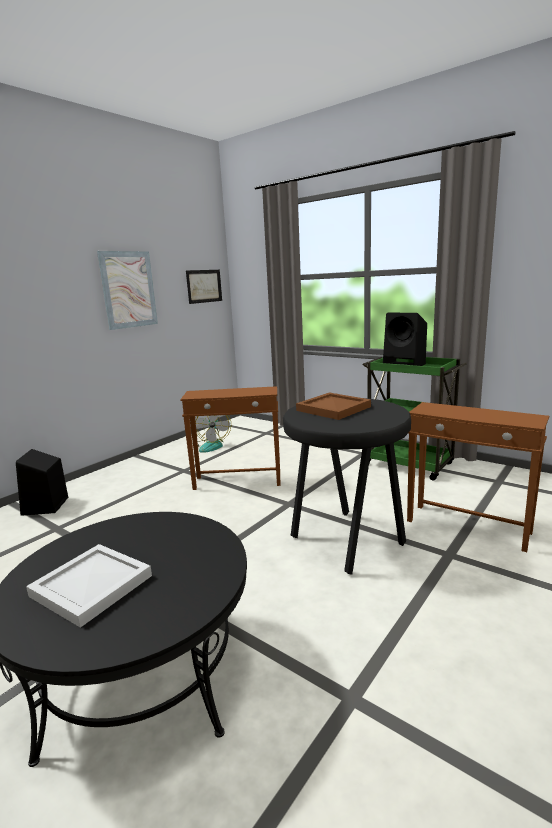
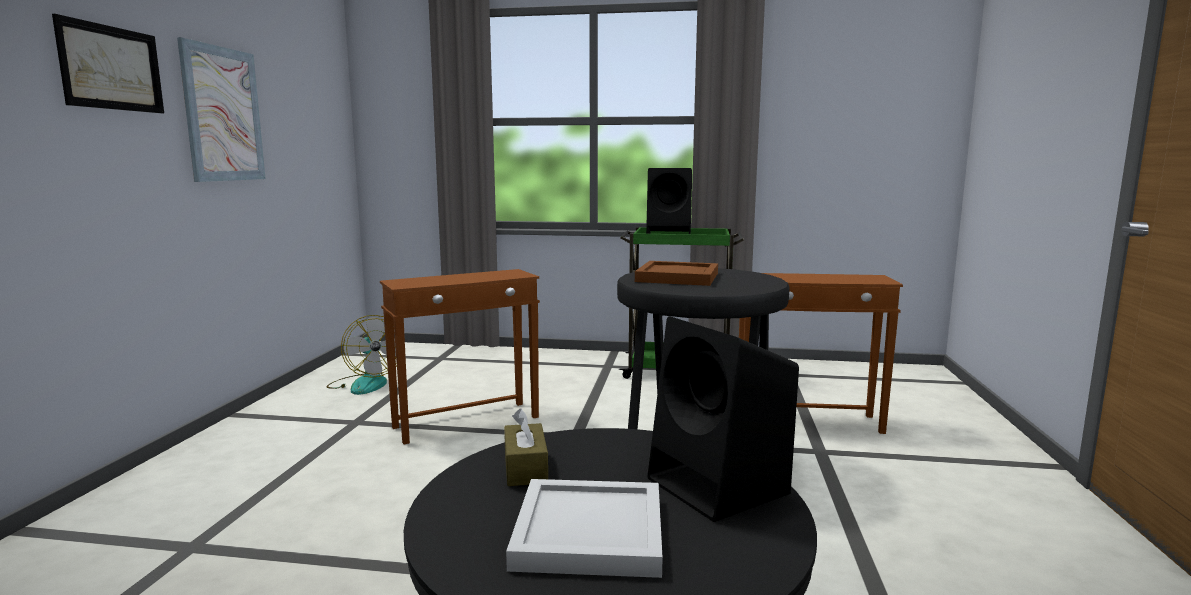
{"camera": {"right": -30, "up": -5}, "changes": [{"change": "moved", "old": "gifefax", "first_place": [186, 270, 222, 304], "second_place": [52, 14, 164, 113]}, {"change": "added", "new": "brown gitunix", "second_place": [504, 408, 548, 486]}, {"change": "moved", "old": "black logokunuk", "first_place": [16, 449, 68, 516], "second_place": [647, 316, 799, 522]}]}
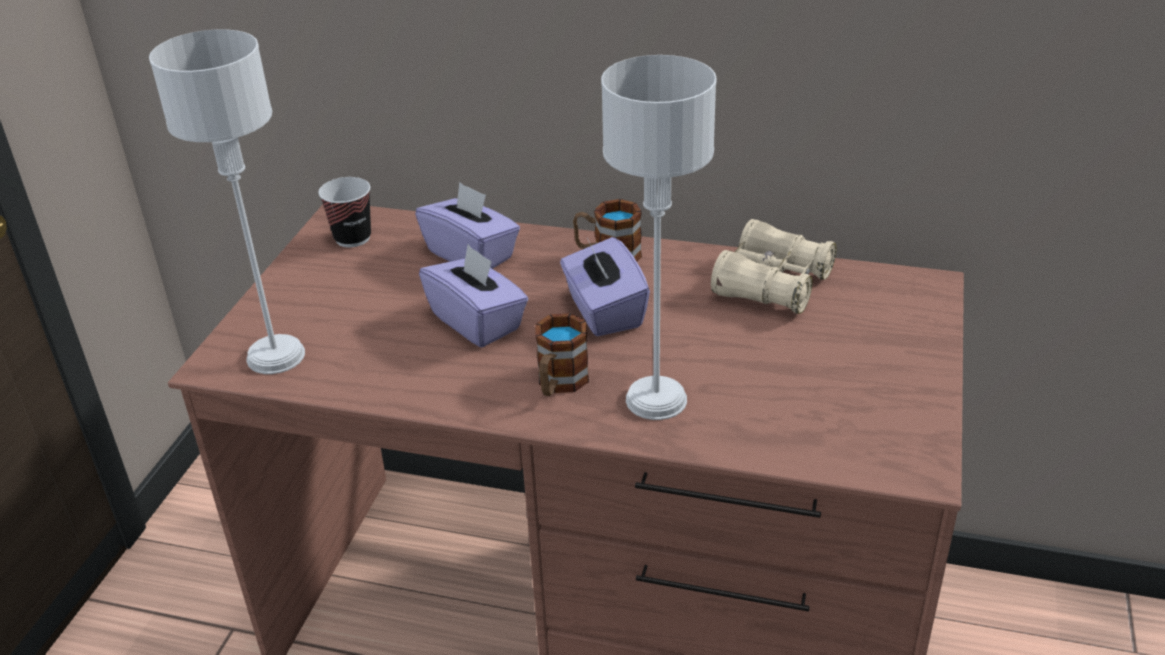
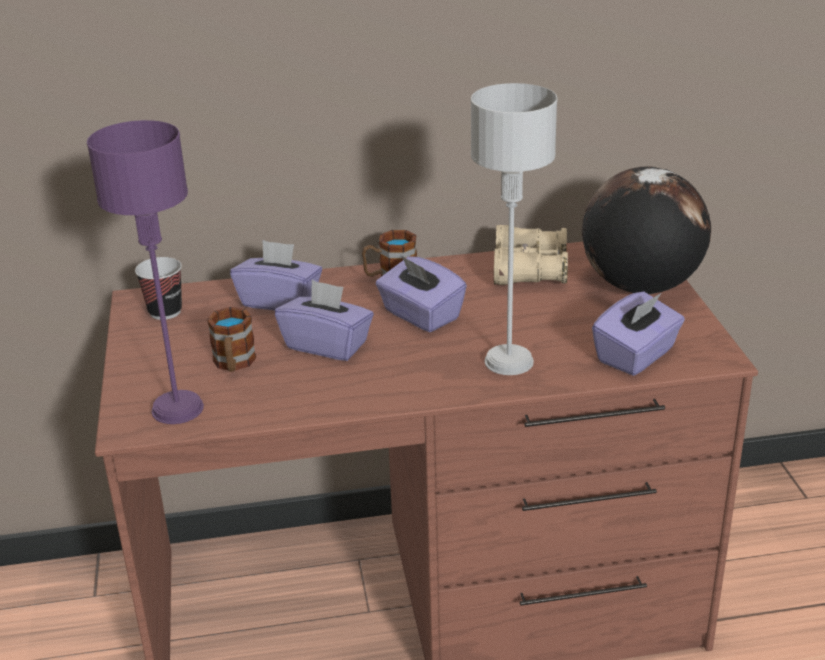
{"camera": {"right": -25, "up": -5}, "changes": [{"change": "recoloured", "old": "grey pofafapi", "new": "purple pofafapi", "first_place": [149, 29, 305, 374], "second_place": [87, 120, 204, 424]}, {"change": "moved", "old": "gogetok", "first_place": [535, 313, 589, 396], "second_place": [207, 307, 256, 372]}, {"change": "added", "new": "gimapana", "second_place": [582, 166, 711, 294]}, {"change": "added", "new": "purple gitunix", "second_place": [592, 291, 685, 376]}]}
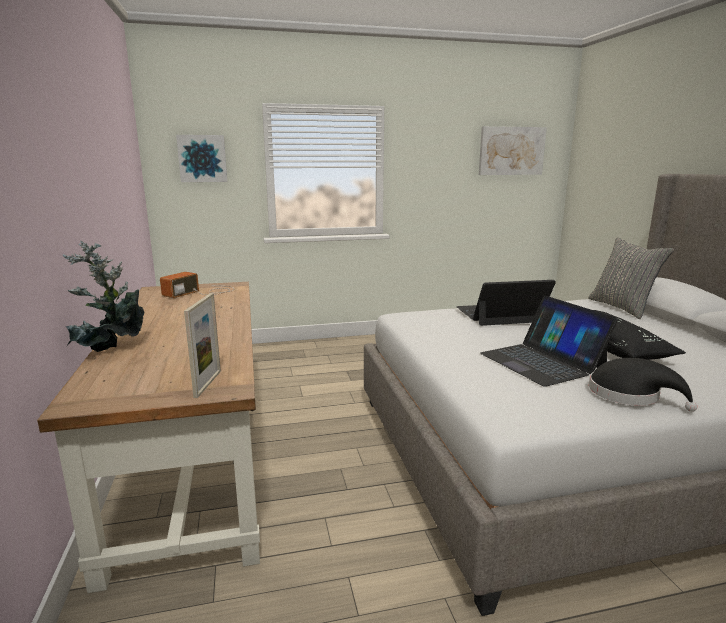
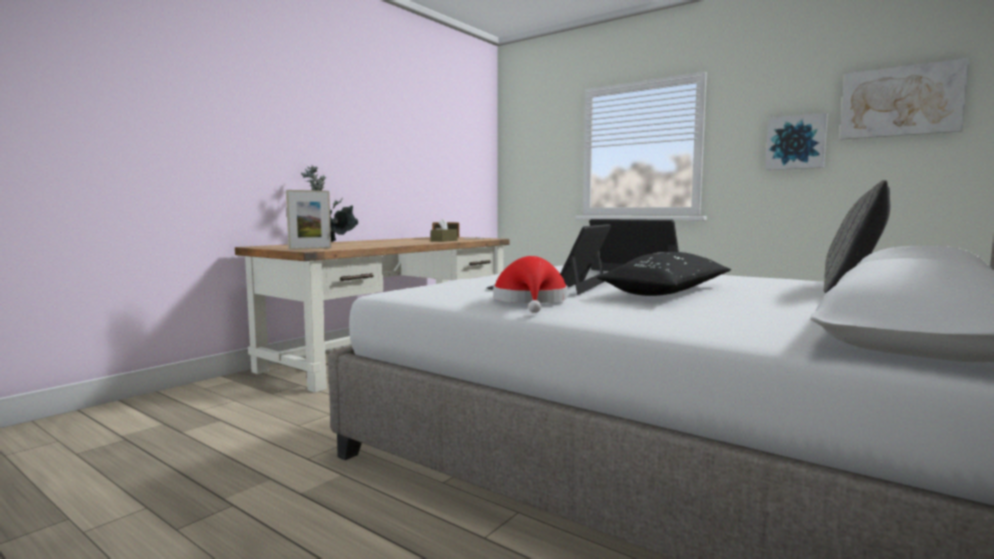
{"camera": {"right": 50, "up": -10}, "changes": [{"change": "added", "new": "brown gitunix", "second_place": [431, 219, 457, 242]}, {"change": "recoloured", "old": "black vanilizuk", "new": "red vanilizuk", "first_place": [589, 358, 697, 412], "second_place": [493, 256, 568, 313]}, {"change": "moved", "old": "gifefax", "first_place": [176, 135, 228, 182], "second_place": [765, 113, 828, 170]}]}
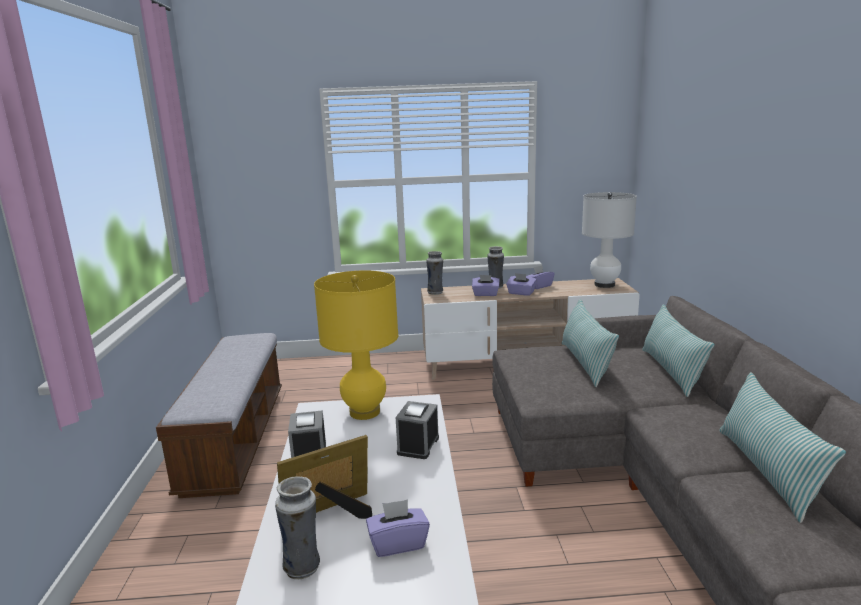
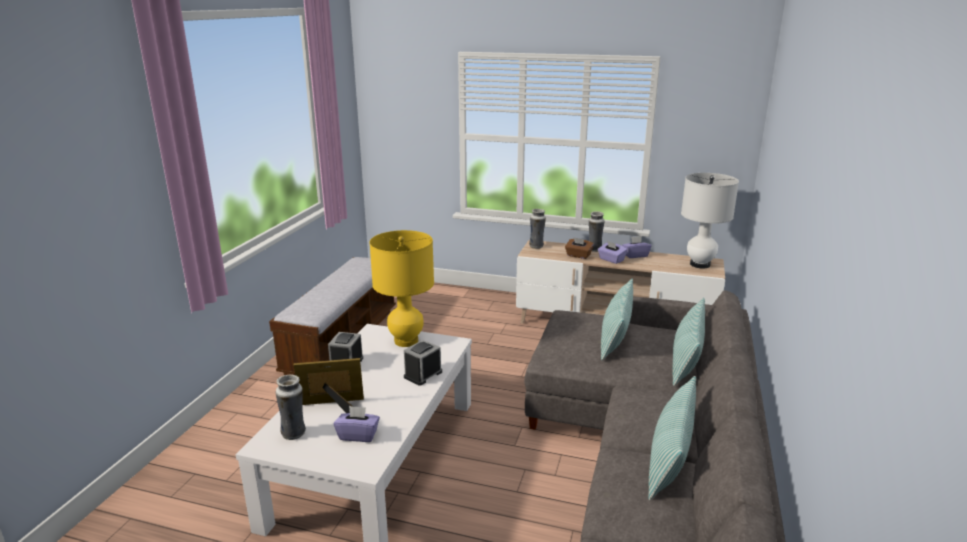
{"camera": {"right": 20, "up": 5}, "changes": [{"change": "recoloured", "old": "purple gitunix", "new": "brown gitunix", "first_place": [472, 275, 500, 296], "second_place": [565, 237, 594, 259]}]}
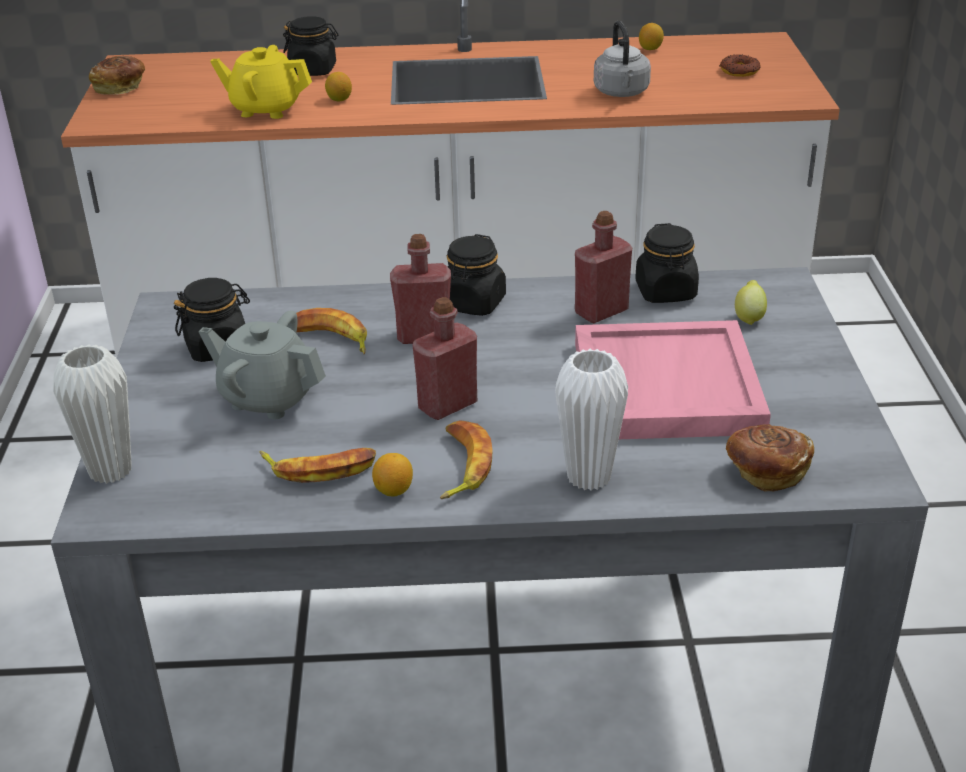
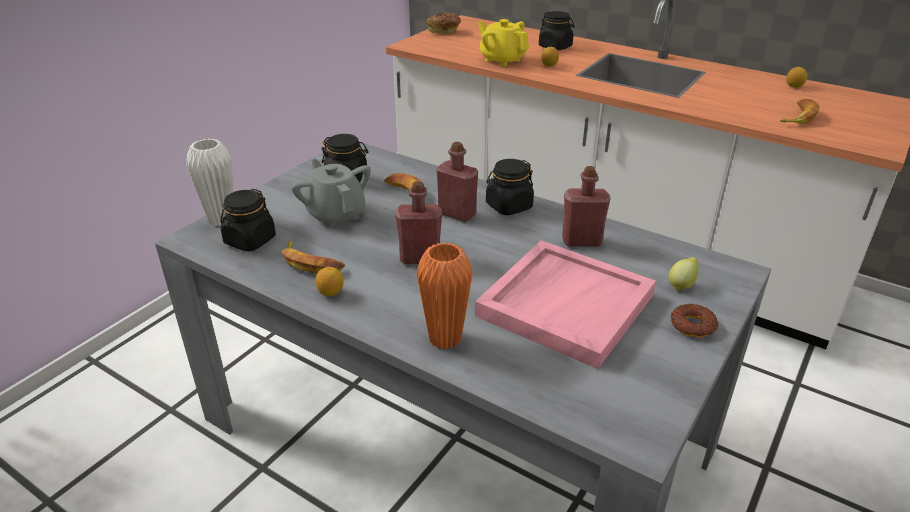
{"camera": {"right": 35, "up": 0}, "changes": [{"change": "moved", "old": "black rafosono", "first_place": [635, 223, 699, 303], "second_place": [220, 189, 276, 252]}, {"change": "recoloured", "old": "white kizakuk", "new": "orange kizakuk", "first_place": [555, 349, 628, 491], "second_place": [417, 243, 473, 349]}, {"change": "moved", "old": "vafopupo", "first_place": [719, 54, 761, 77], "second_place": [671, 304, 718, 338]}, {"change": "moved", "old": "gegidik", "first_place": [440, 420, 493, 499], "second_place": [780, 99, 820, 124]}, {"change": "removed", "old": "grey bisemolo", "first_place": [594, 21, 651, 97]}, {"change": "removed", "old": "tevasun", "first_place": [726, 424, 814, 492]}]}
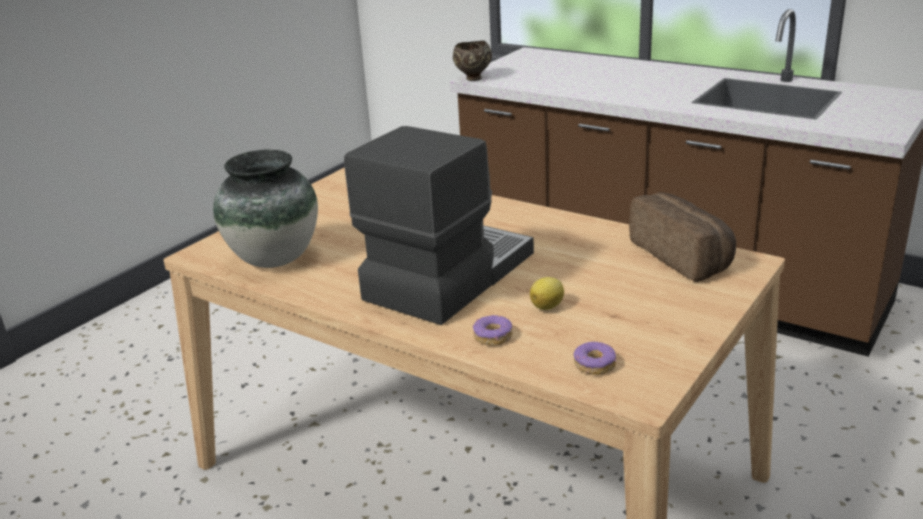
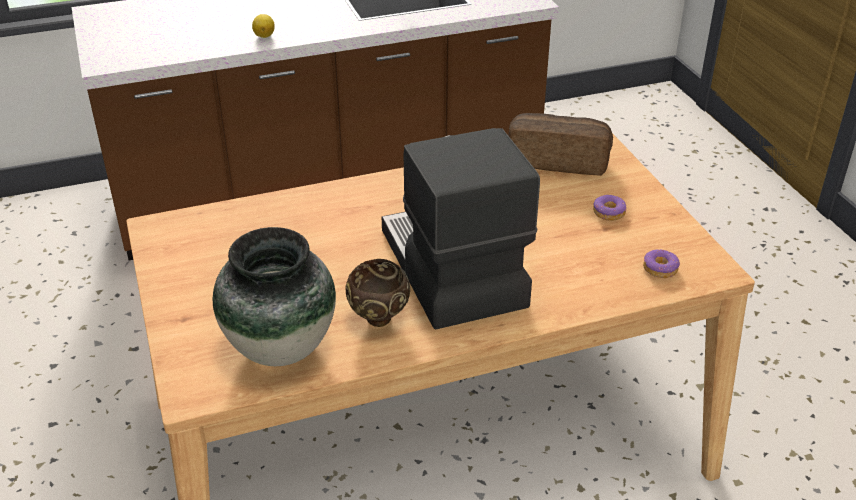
{"camera": {"right": -55, "up": 10}, "changes": [{"change": "moved", "old": "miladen", "first_place": [530, 277, 564, 310], "second_place": [252, 14, 275, 38]}, {"change": "moved", "old": "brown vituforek", "first_place": [453, 41, 492, 81], "second_place": [345, 259, 410, 327]}, {"change": "moved", "old": "vafopupo", "first_place": [473, 315, 512, 345], "second_place": [593, 195, 627, 221]}]}
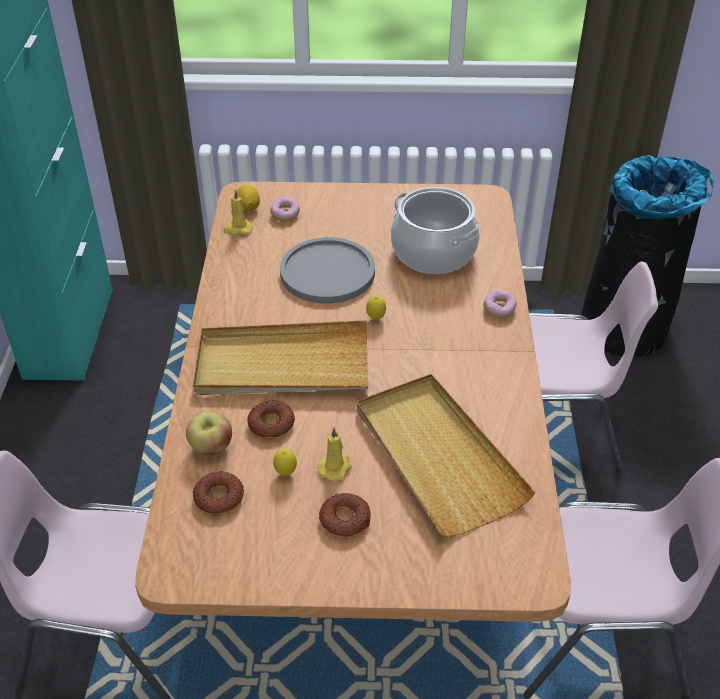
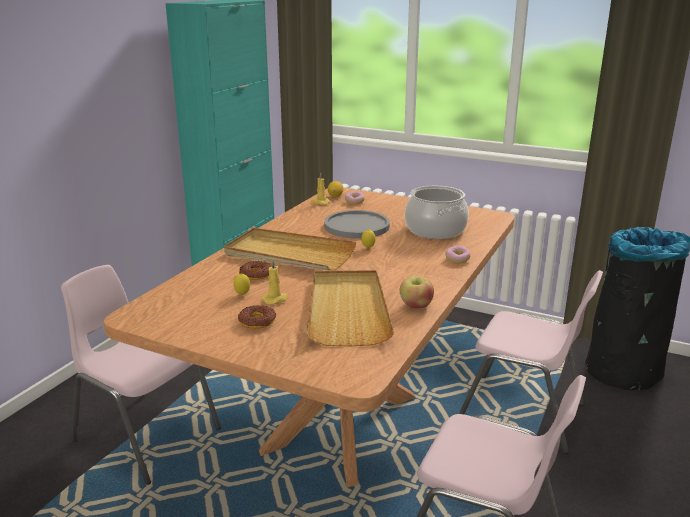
{"camera": {"right": 25, "up": -20}, "changes": [{"change": "moved", "old": "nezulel", "first_place": [186, 411, 232, 455], "second_place": [400, 276, 434, 309]}, {"change": "removed", "old": "vafopupo", "first_place": [193, 471, 244, 514]}]}
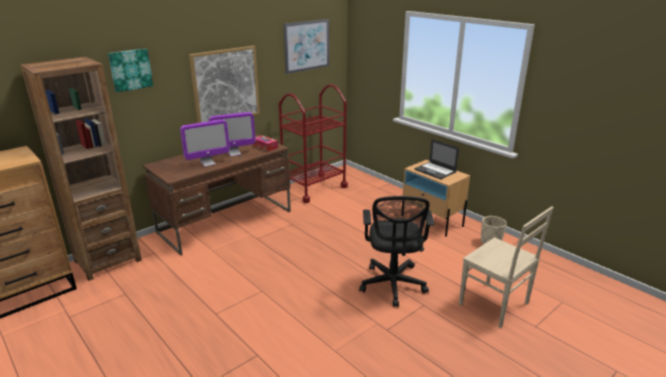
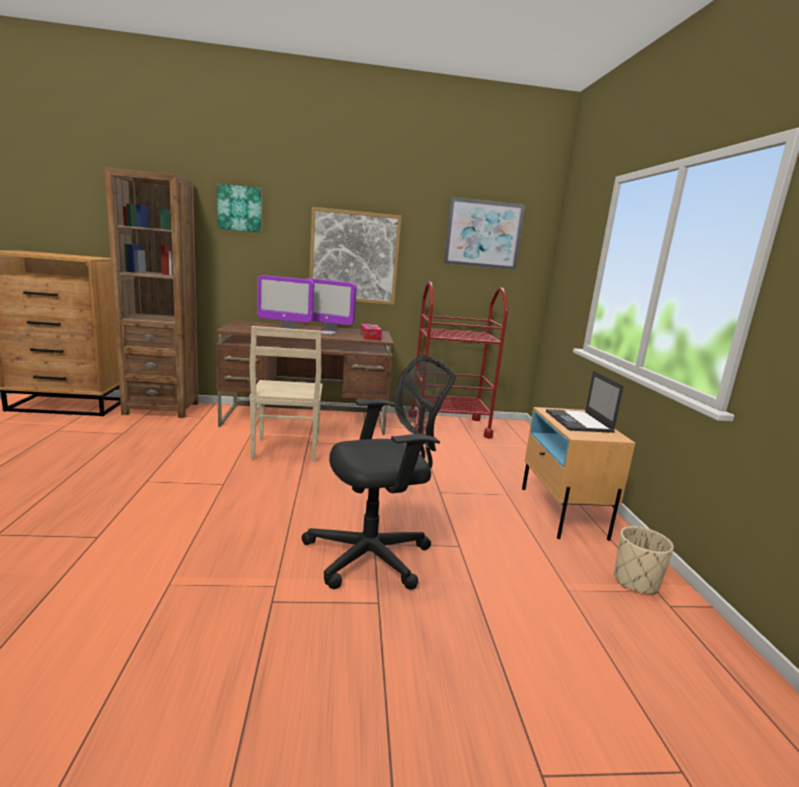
{"camera": {"right": 35, "up": -10}, "changes": [{"change": "moved", "old": "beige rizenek", "first_place": [459, 206, 554, 328], "second_place": [249, 326, 323, 462]}, {"change": "turned", "old": "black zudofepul", "first_place": [359, 196, 434, 307], "second_place": [302, 355, 456, 590], "degrees": -150}]}
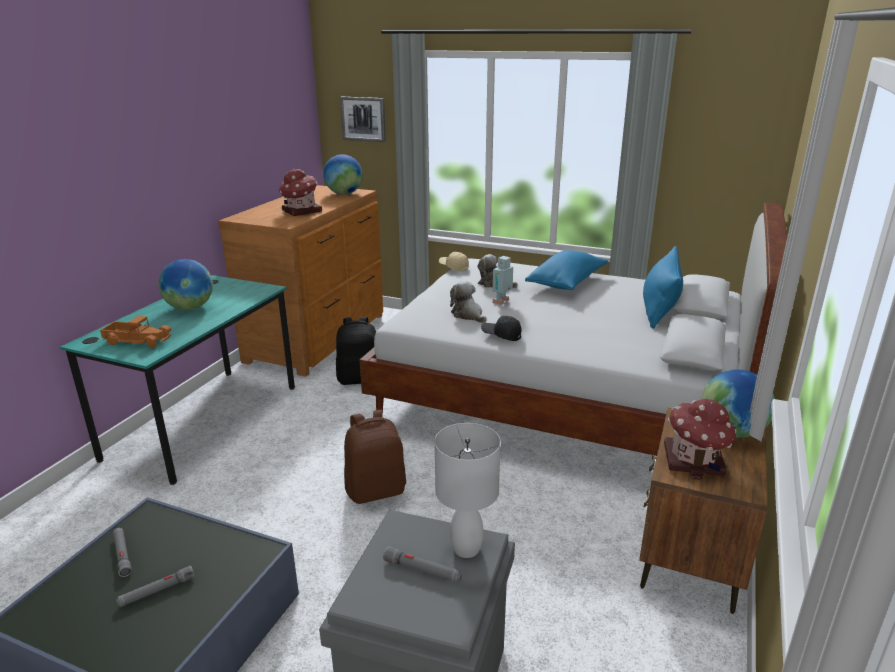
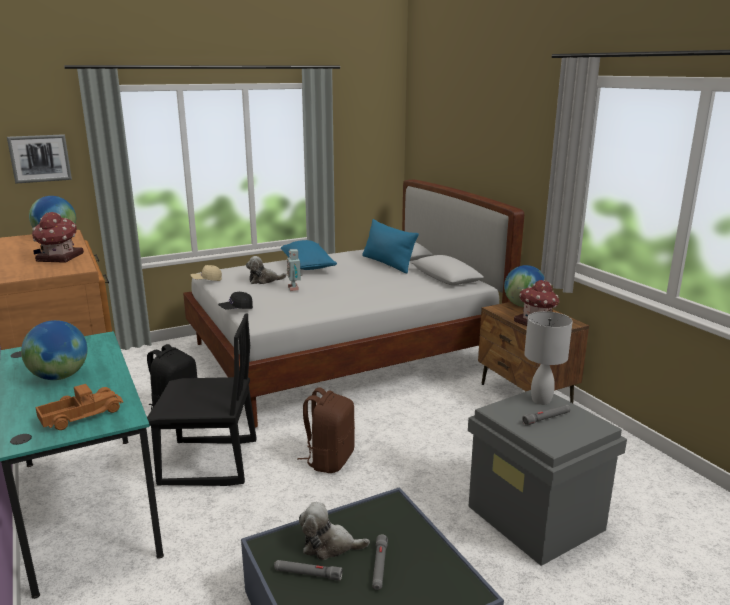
{"camera": {"right": -50, "up": -5}, "changes": [{"change": "added", "new": "black rizenek", "second_place": [147, 313, 257, 486]}, {"change": "moved", "old": "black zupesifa", "first_place": [481, 316, 522, 341], "second_place": [218, 292, 253, 310]}, {"change": "moved", "old": "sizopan", "first_place": [450, 281, 487, 323], "second_place": [299, 502, 370, 560]}]}
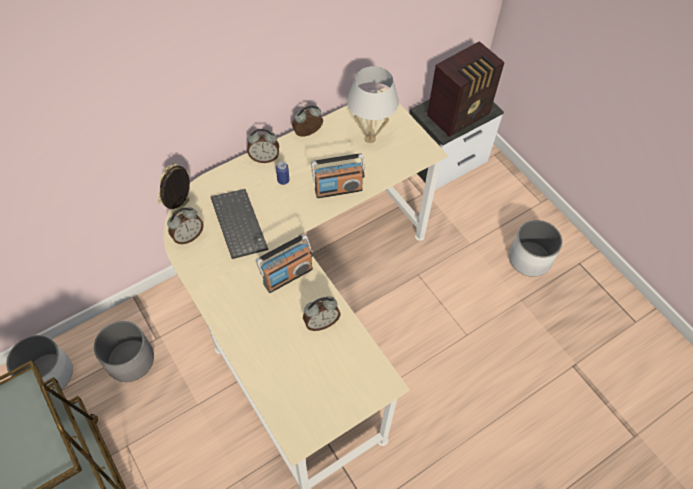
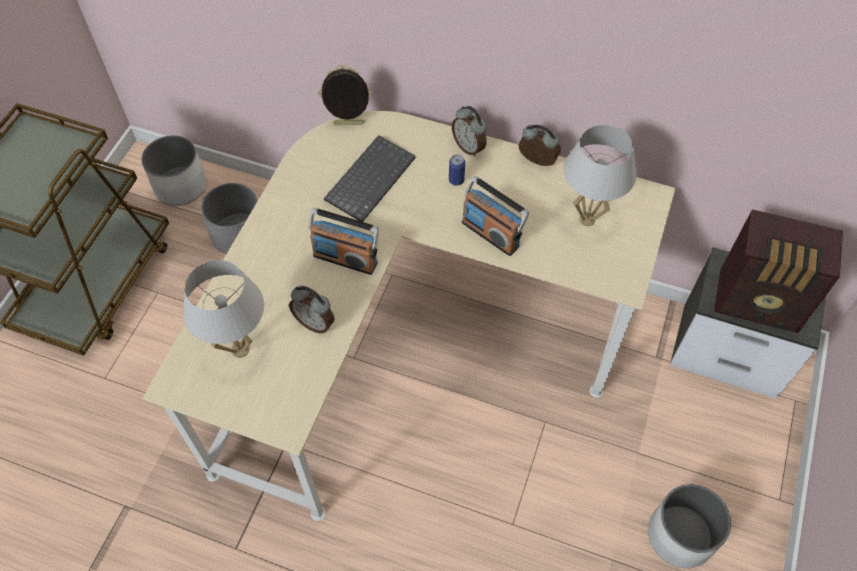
{"camera": {"right": 55, "up": 0}, "changes": [{"change": "added", "new": "white pofafapi", "second_place": [183, 260, 264, 358]}, {"change": "removed", "old": "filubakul", "first_place": [167, 208, 204, 244]}]}
